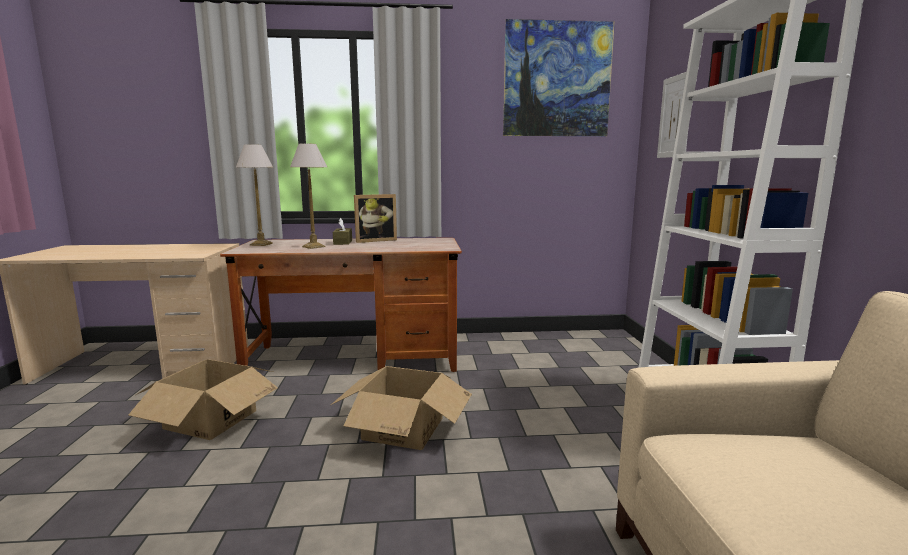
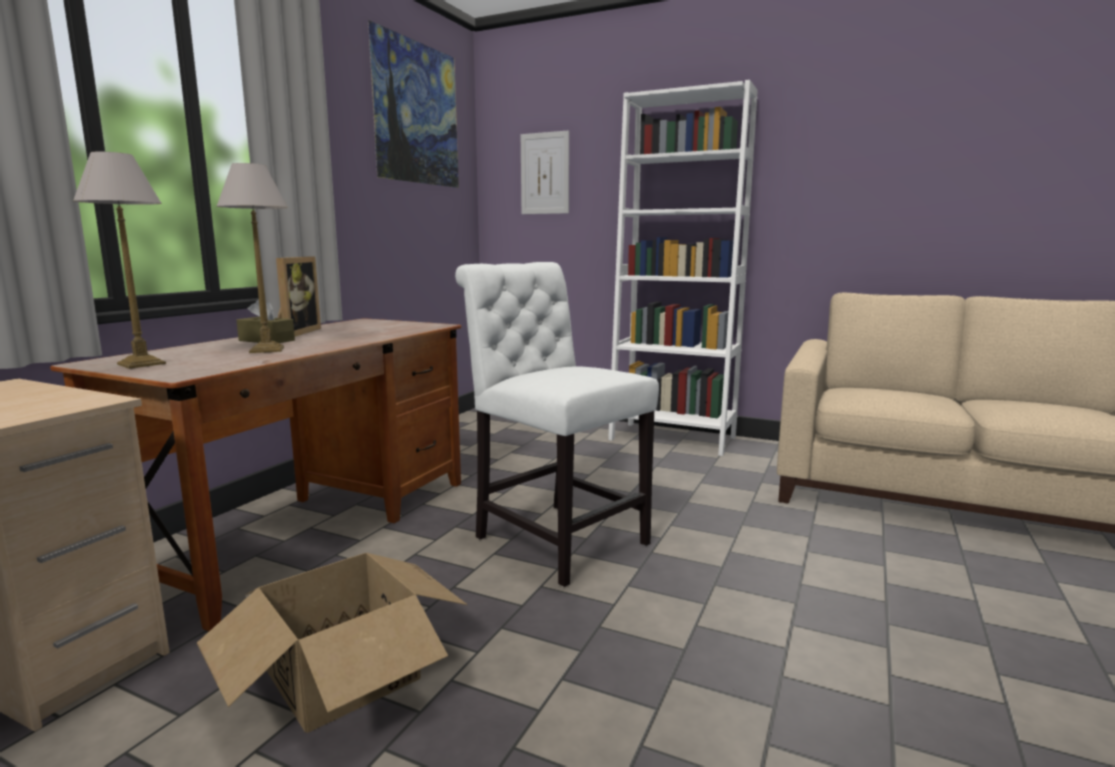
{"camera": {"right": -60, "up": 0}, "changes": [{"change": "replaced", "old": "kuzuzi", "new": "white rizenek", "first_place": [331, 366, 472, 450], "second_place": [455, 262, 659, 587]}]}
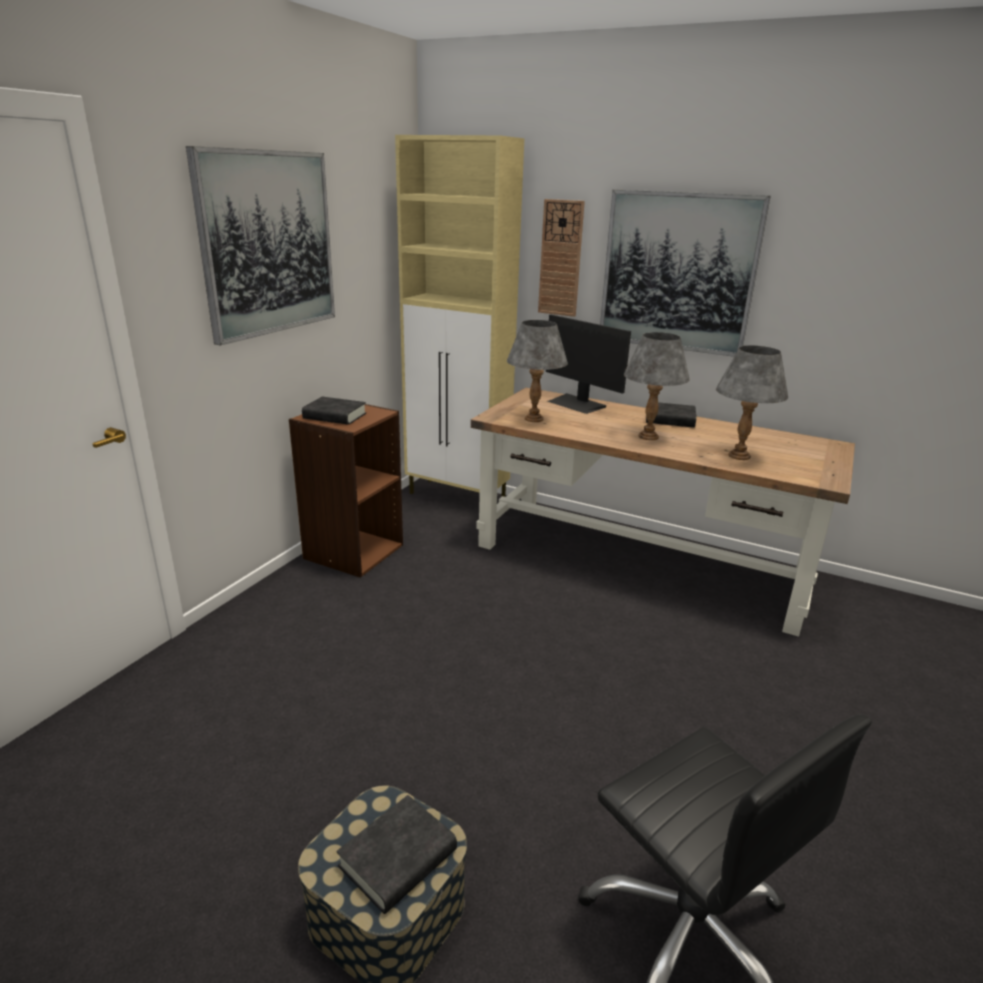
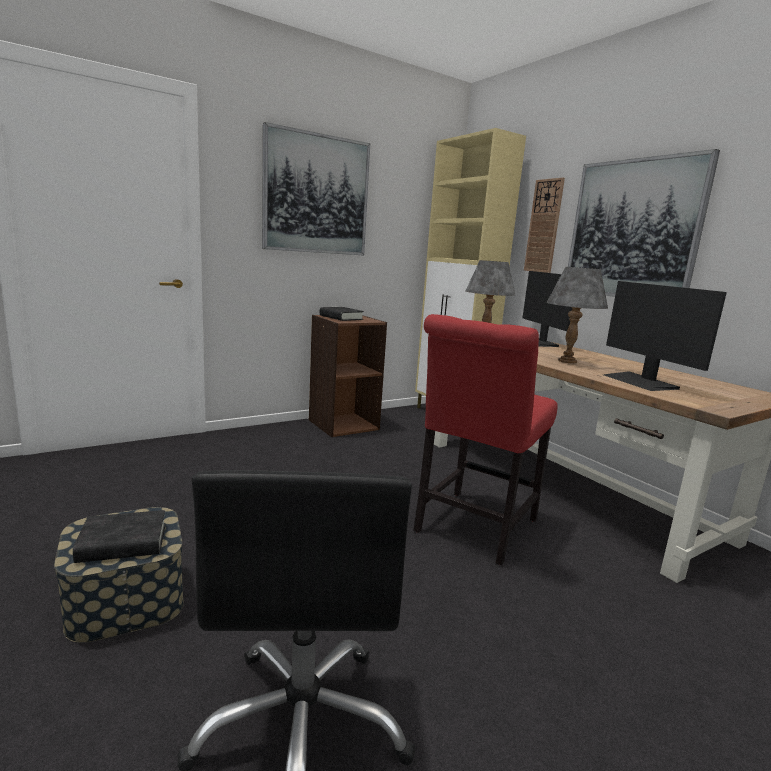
{"camera": {"right": 30, "up": -10}, "changes": [{"change": "added", "new": "red rizenek", "second_place": [413, 314, 558, 566]}, {"change": "replaced", "old": "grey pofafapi", "new": "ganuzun", "first_place": [716, 345, 788, 460], "second_place": [604, 281, 727, 391]}, {"change": "removed", "old": "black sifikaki", "first_place": [646, 402, 697, 428]}]}
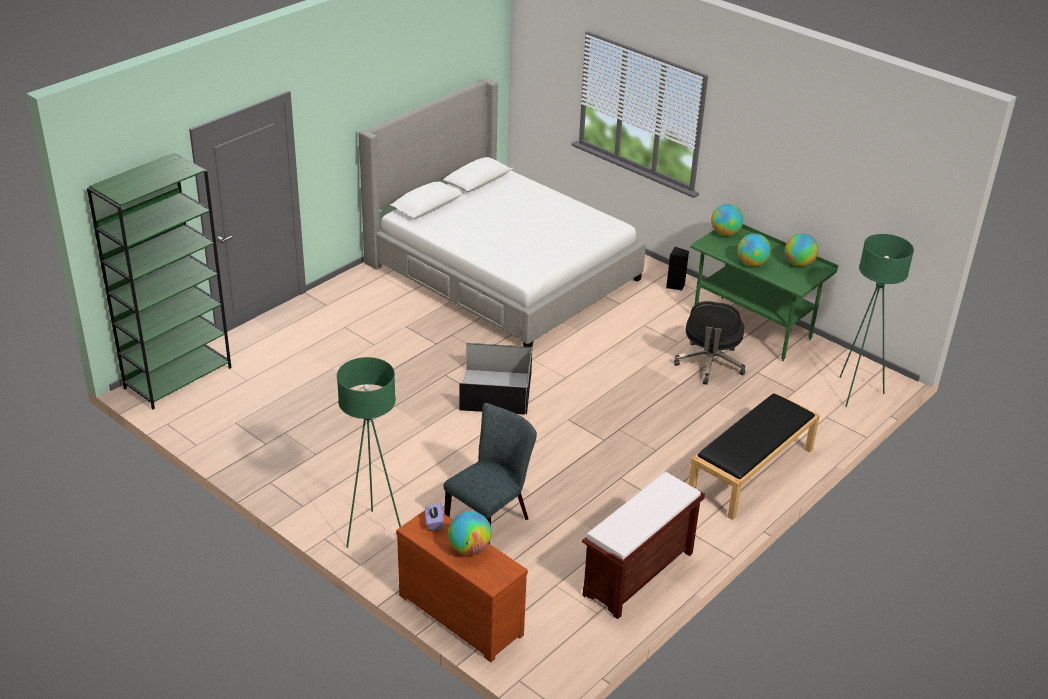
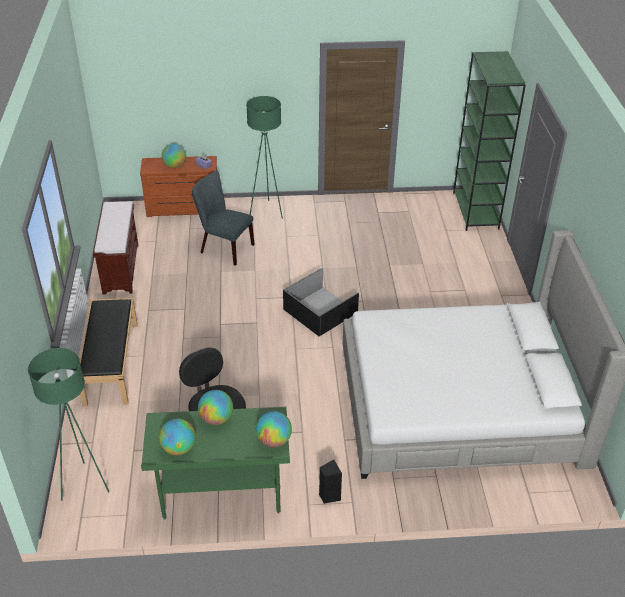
{"camera": {"right": 135, "up": 5}, "changes": [{"change": "turned", "old": "grey rizenek", "first_place": [444, 403, 537, 544], "second_place": [192, 170, 255, 266], "degrees": 120}]}
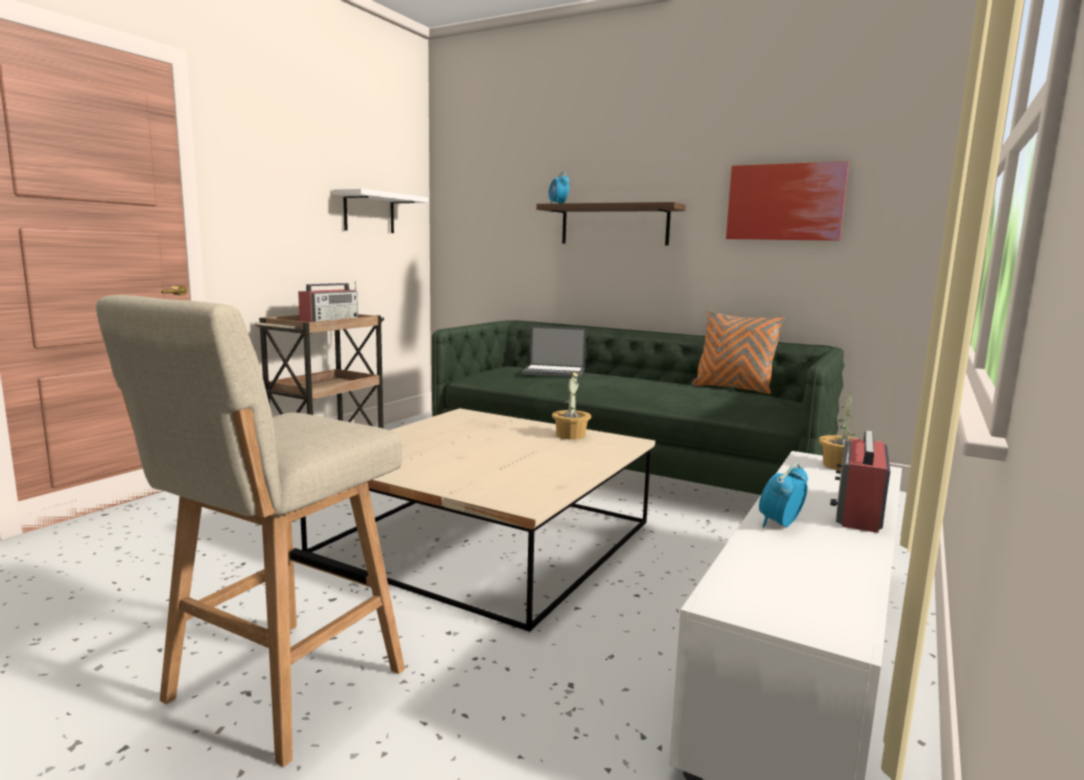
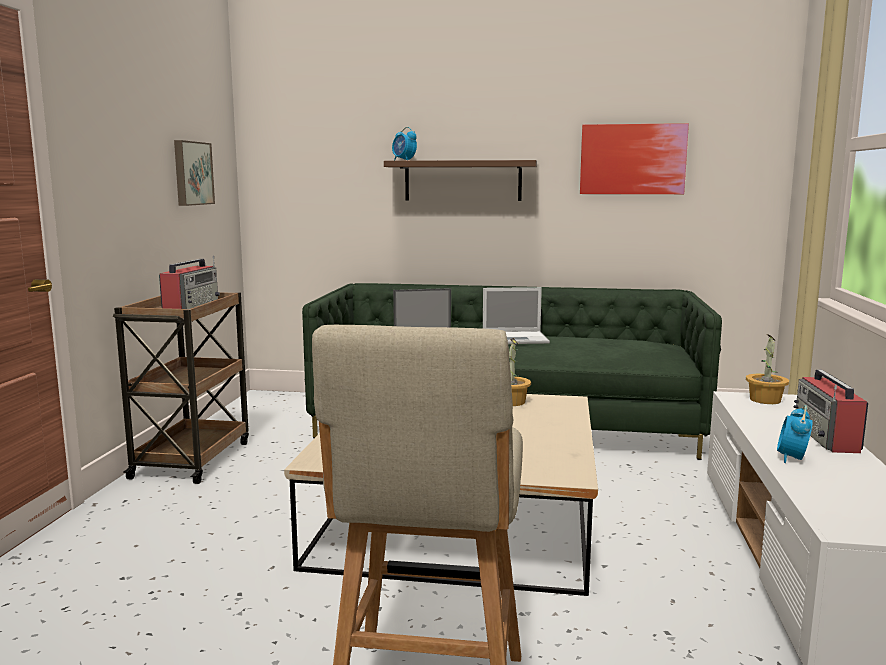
{"camera": {"right": -20, "up": 0}, "changes": [{"change": "replaced", "old": "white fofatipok", "new": "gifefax", "first_place": [332, 189, 428, 233], "second_place": [174, 140, 215, 206]}, {"change": "added", "new": "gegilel", "second_place": [483, 287, 550, 344]}, {"change": "removed", "old": "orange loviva", "first_place": [692, 310, 785, 394]}]}
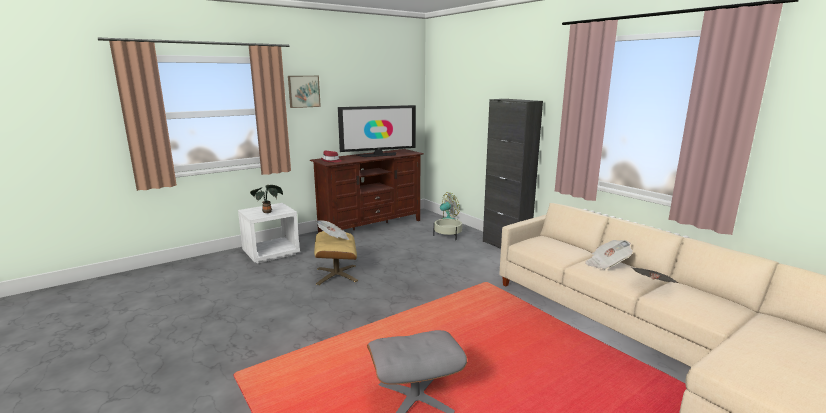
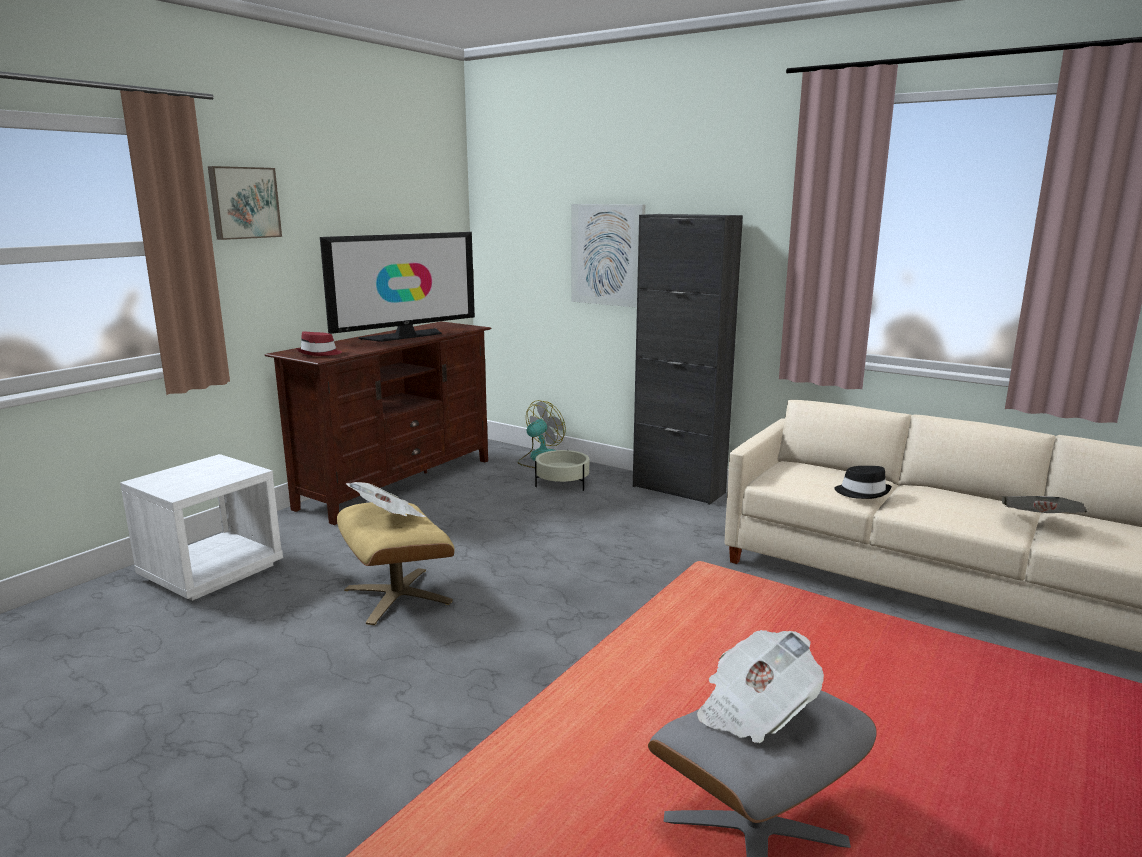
{"camera": {"right": -20, "up": 0}, "changes": [{"change": "added", "new": "gifefax", "second_place": [571, 204, 645, 308]}, {"change": "moved", "old": "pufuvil", "first_place": [585, 240, 633, 270], "second_place": [697, 630, 824, 743]}, {"change": "added", "new": "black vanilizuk", "second_place": [834, 466, 892, 499]}, {"change": "removed", "old": "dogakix", "first_place": [250, 185, 283, 213]}]}
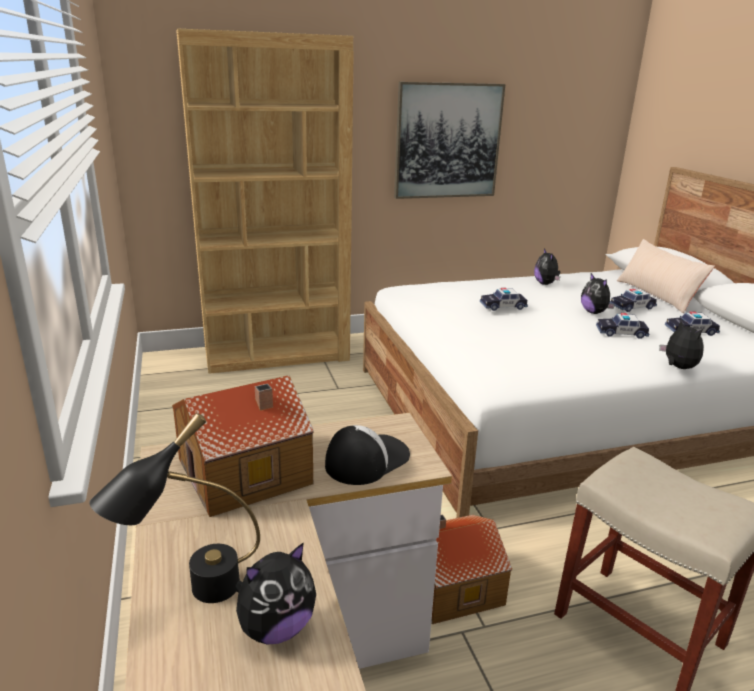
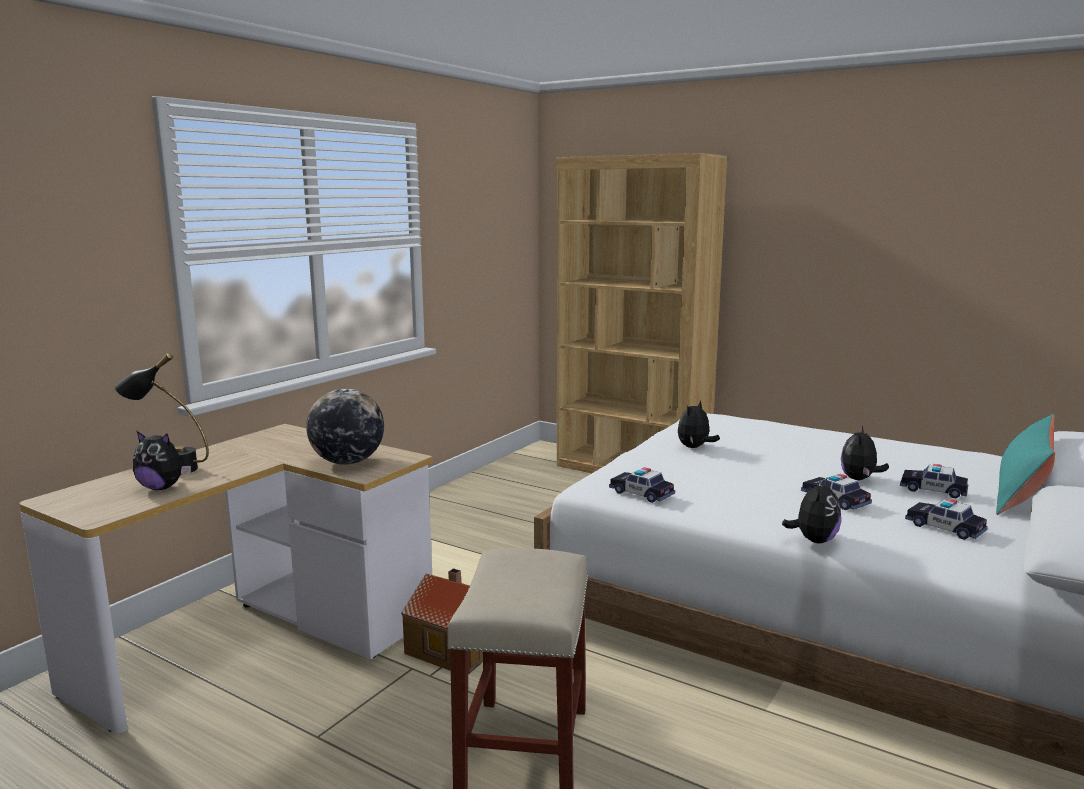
{"camera": {"right": 50, "up": -10}, "changes": [{"change": "replaced", "old": "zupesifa", "new": "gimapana", "first_place": [325, 425, 410, 485], "second_place": [306, 389, 384, 465]}, {"change": "moved", "old": "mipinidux", "first_place": [480, 288, 528, 311], "second_place": [609, 467, 675, 503]}, {"change": "moved", "old": "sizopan", "first_place": [534, 248, 560, 285], "second_place": [678, 400, 720, 448]}, {"change": "recoloured", "old": "beige loviva", "new": "turquoise loviva", "first_place": [617, 239, 715, 313], "second_place": [996, 414, 1055, 515]}, {"change": "removed", "old": "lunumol", "first_place": [172, 375, 314, 517]}, {"change": "removed", "old": "gifefax", "first_place": [394, 82, 505, 199]}]}
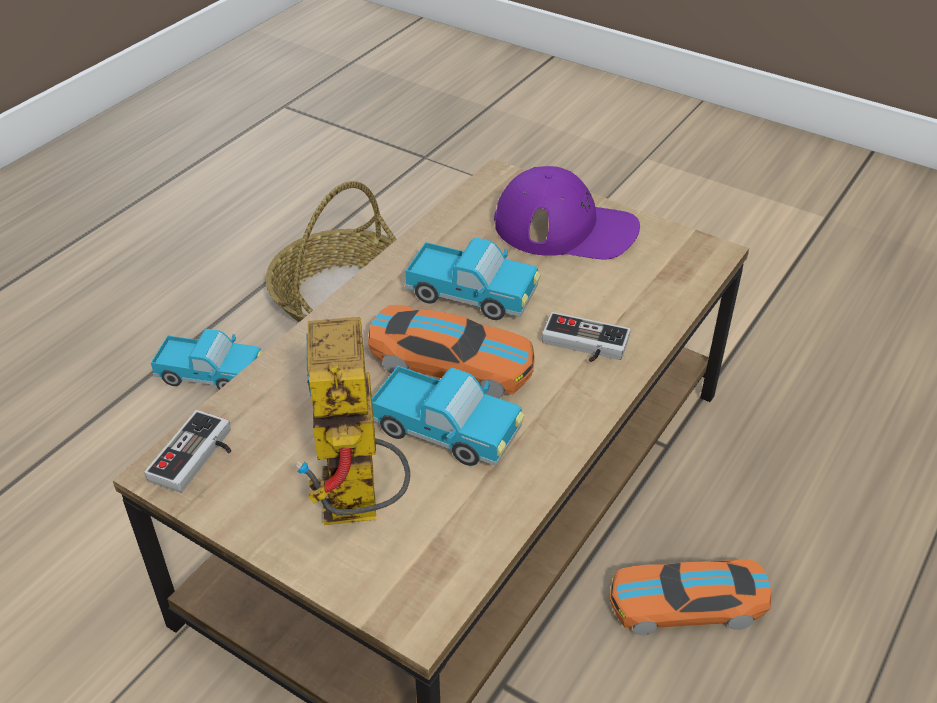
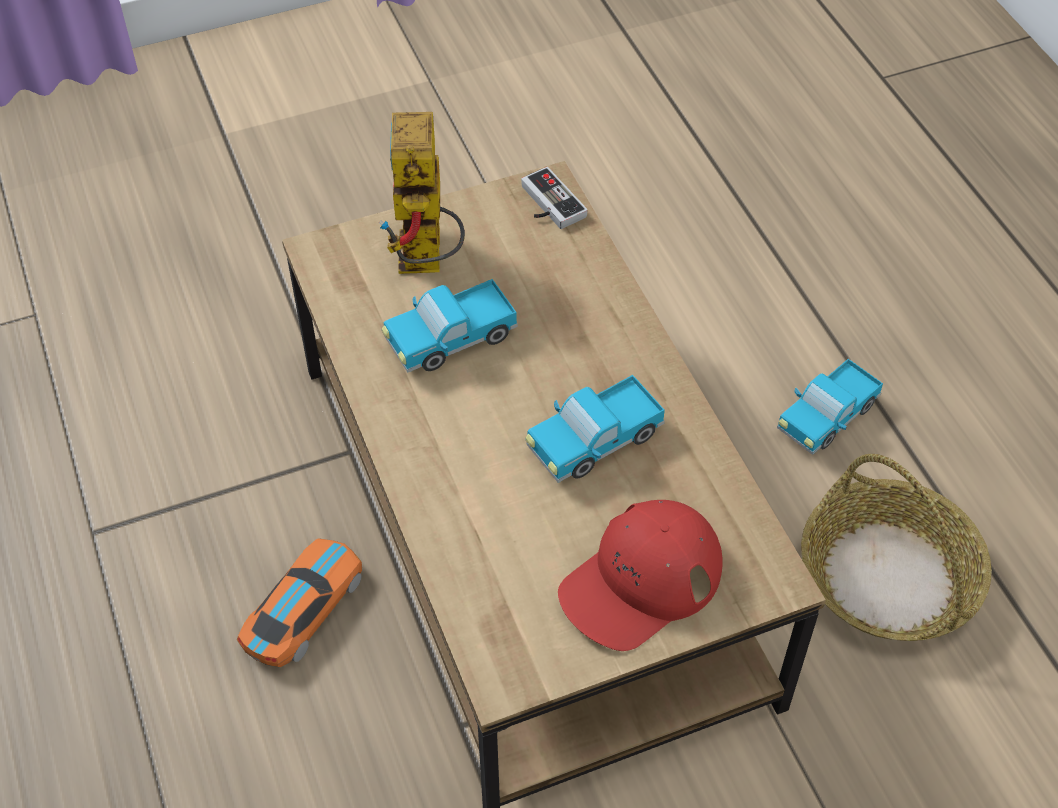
{"camera": {"right": 125, "up": 10}, "changes": [{"change": "turned", "old": "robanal", "first_place": [296, 317, 410, 525], "second_place": [379, 112, 465, 274], "degrees": -120}, {"change": "recoloured", "old": "purple zupesifa", "new": "red zupesifa", "first_place": [494, 166, 640, 260], "second_place": [558, 500, 723, 651]}, {"change": "removed", "old": "mipinidux", "first_place": [368, 305, 535, 398]}, {"change": "removed", "old": "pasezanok", "first_place": [542, 312, 631, 362]}]}
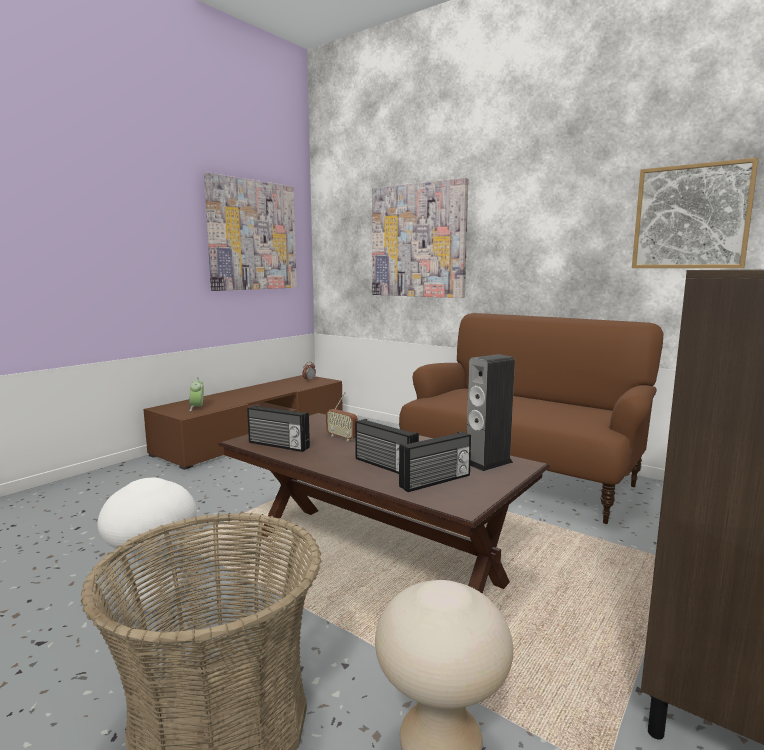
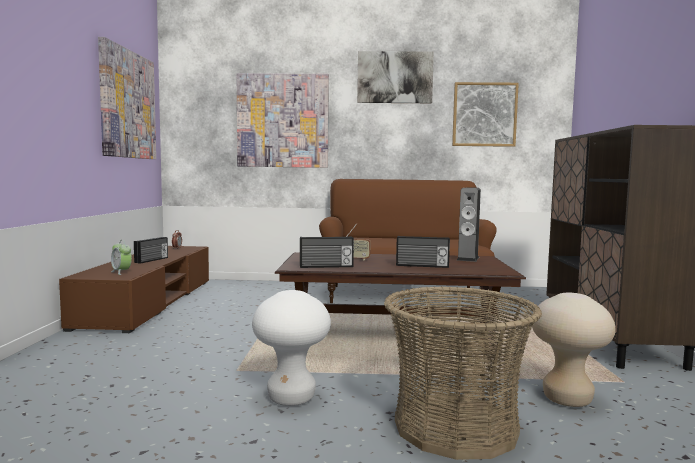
{"camera": {"right": -35, "up": -5}, "changes": [{"change": "moved", "old": "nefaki", "first_place": [399, 431, 471, 492], "second_place": [134, 237, 168, 264]}, {"change": "added", "new": "gifefax", "second_place": [357, 51, 434, 103]}]}
